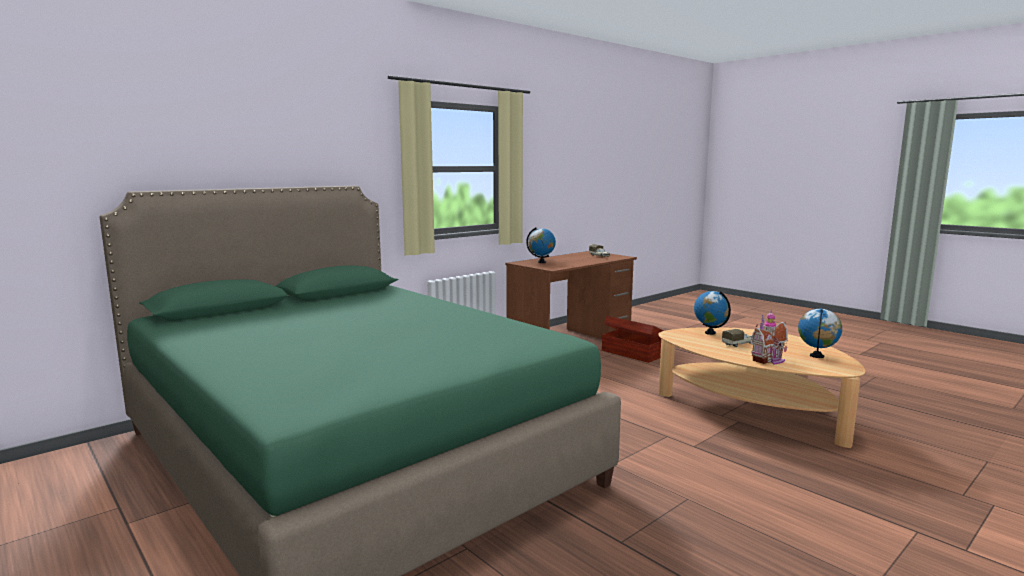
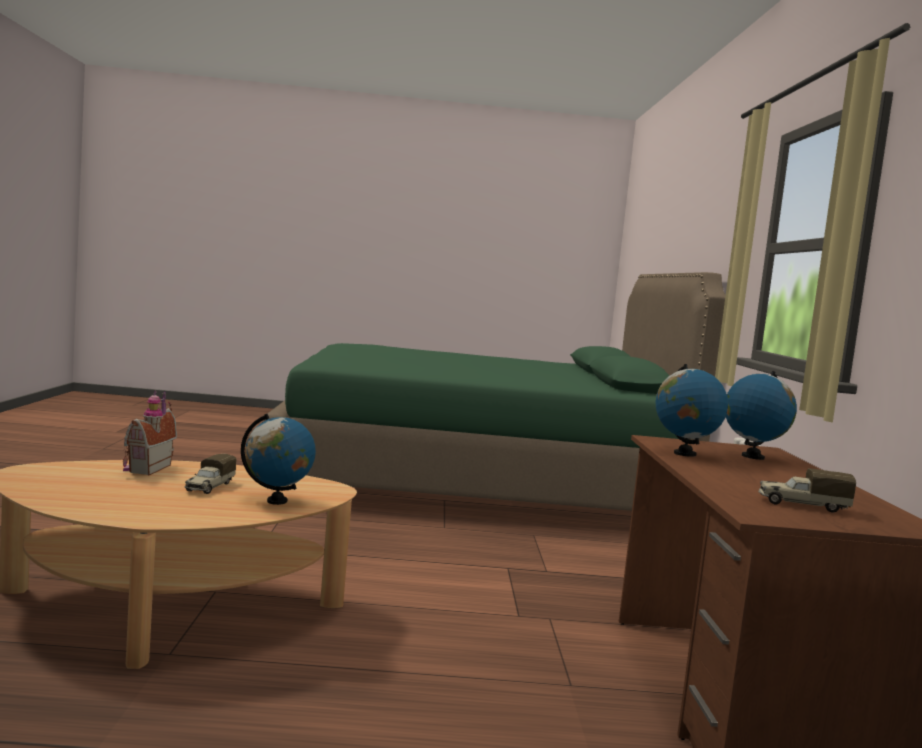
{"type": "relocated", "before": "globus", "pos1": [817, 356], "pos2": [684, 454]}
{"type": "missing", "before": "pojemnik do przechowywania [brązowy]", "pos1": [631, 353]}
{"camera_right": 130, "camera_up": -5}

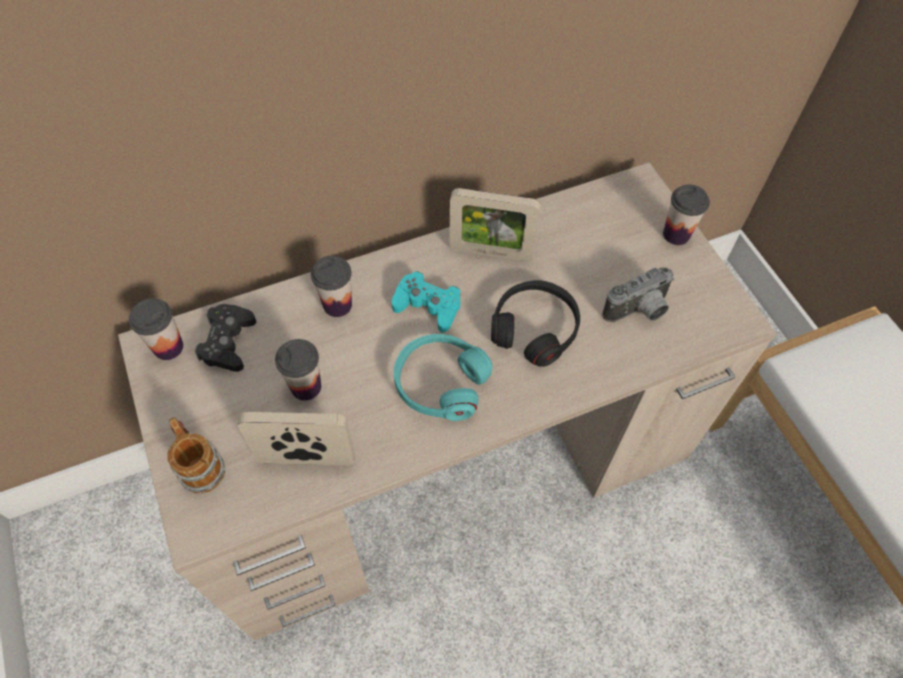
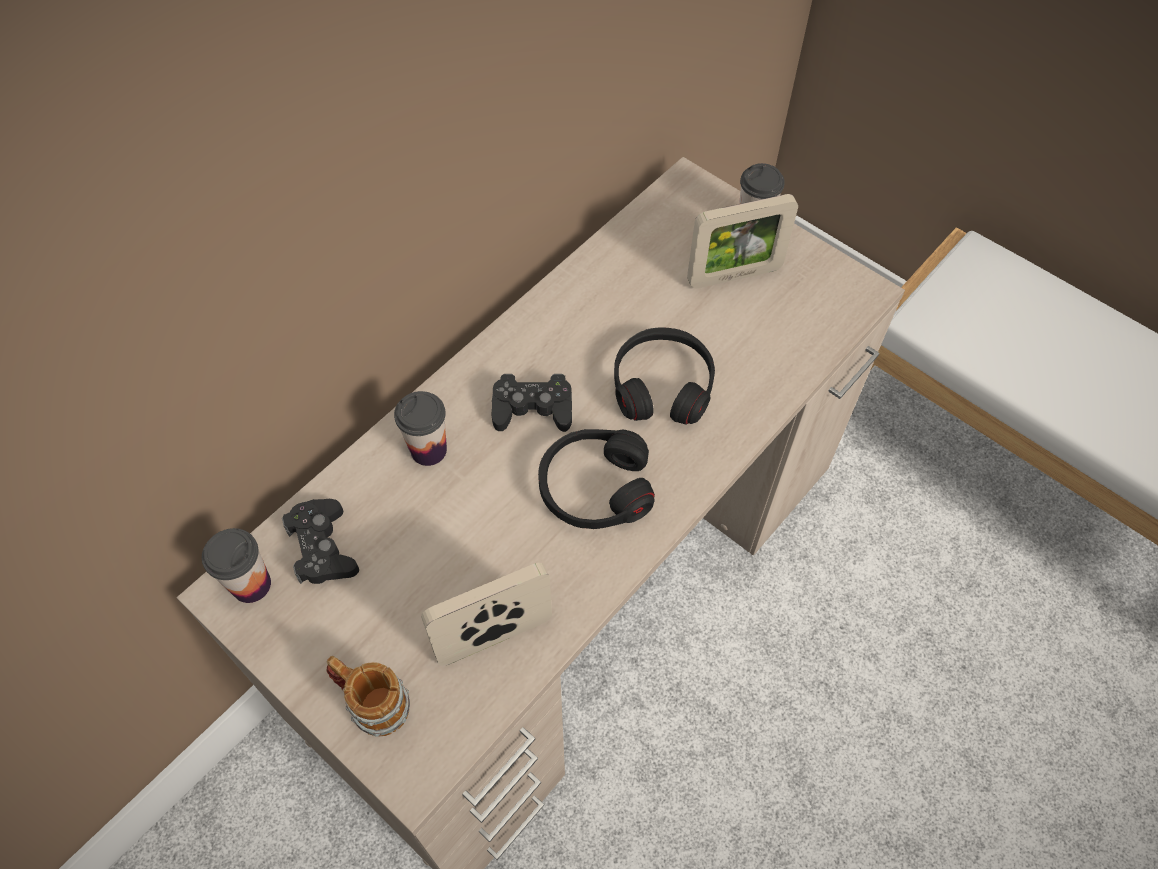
{"type": "colour", "before": "pad do gier [turkusowy]", "after": "pad do gier [czarny]", "pos1": [427, 306], "pos2": [532, 408]}
{"type": "colour", "before": "słuchawki [turkusowy]", "after": "słuchawki [czarny]", "pos1": [440, 383], "pos2": [595, 487]}
{"type": "relocated", "before": "ramka na zdjęcie", "pos1": [490, 252], "pos2": [734, 275]}
{"type": "missing", "before": "filiżanka", "pos1": [306, 386]}
{"type": "missing", "before": "aparat fotograficzny", "pos1": [639, 312]}
{"camera_right": -25, "camera_up": 0}

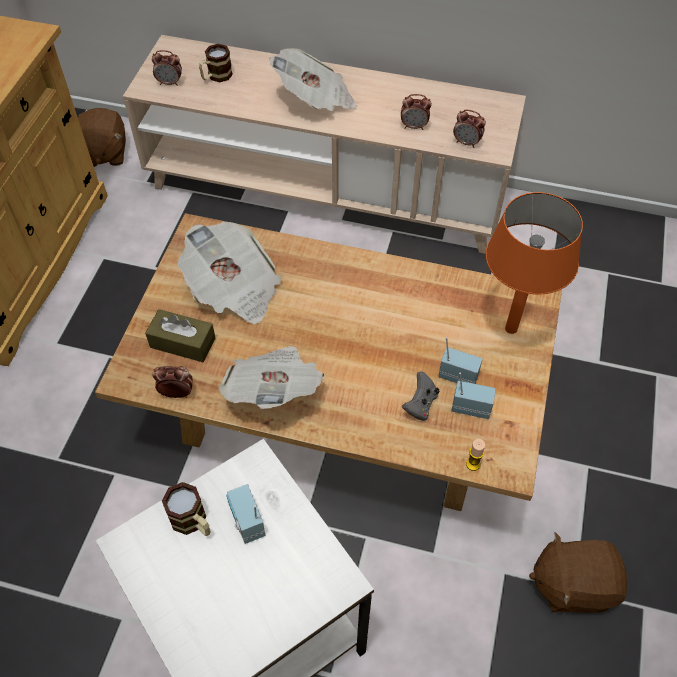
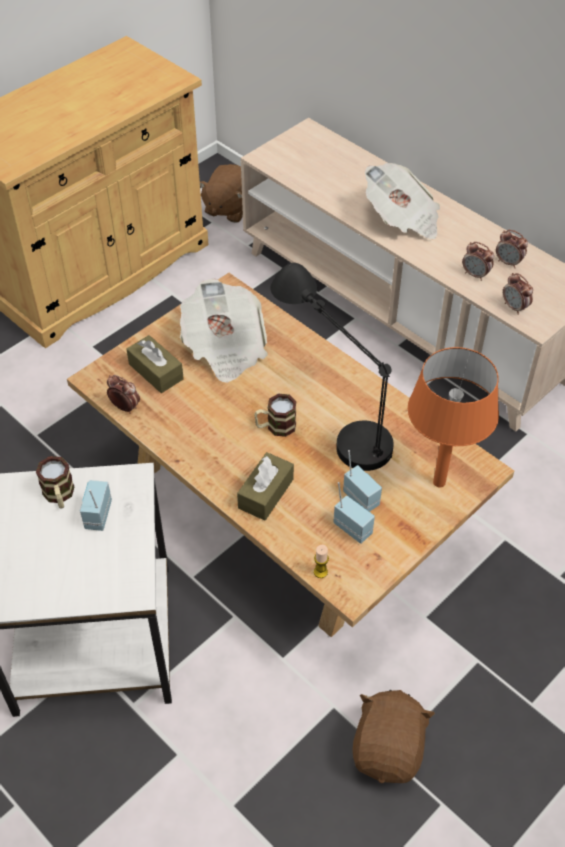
{"type": "appeared", "after": "pudełko chusteczek [brązowy]", "pos2": [266, 493]}
{"type": "relocated", "before": "kubek", "pos1": [216, 77], "pos2": [275, 427]}
{"type": "appeared", "after": "lampa stołowa [czarny]", "pos2": [333, 416]}
{"type": "spun", "before": "pluszak [brązowy]", "pos1": [573, 584], "pos2": [389, 749], "turn": 75}
{"type": "relocated", "before": "budzik", "pos1": [170, 83], "pos2": [508, 262]}
{"type": "missing", "before": "gazeta", "pos1": [274, 390]}
{"type": "missing", "before": "pad do gier [szary]", "pos1": [420, 404]}
{"camera_right": 30, "camera_up": -5}

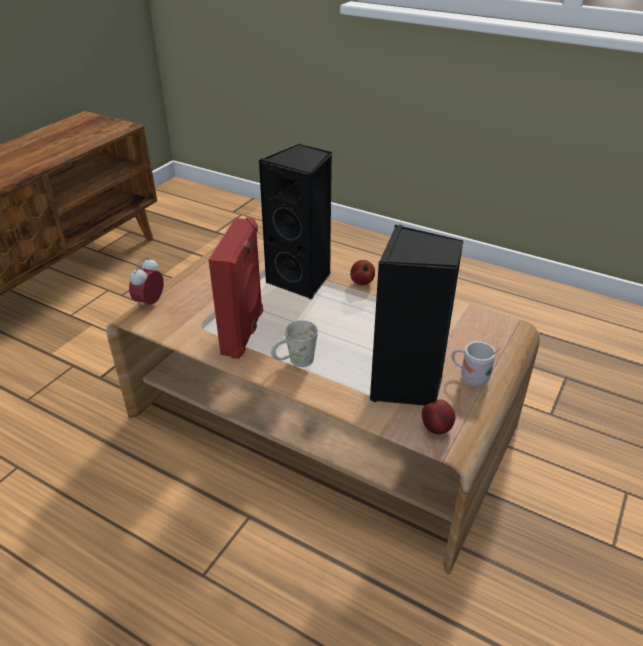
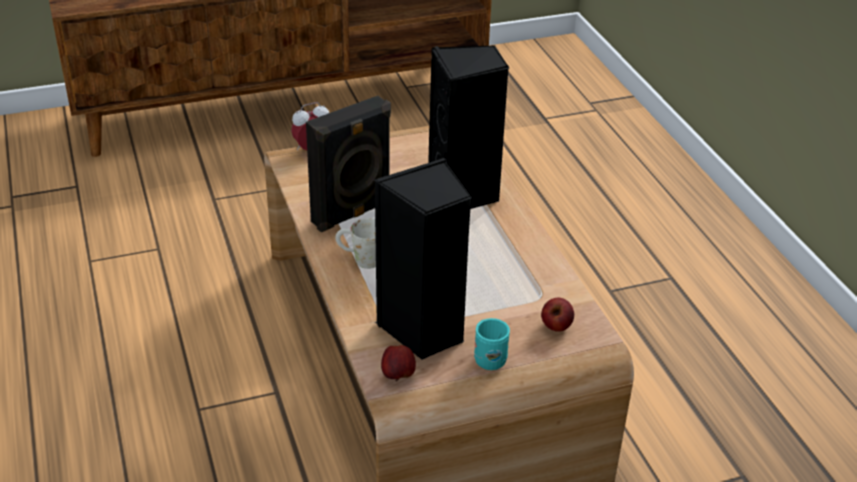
{"type": "colour", "before": "głośnik [czerwony]", "after": "głośnik [czarny]", "pos1": [244, 333], "pos2": [352, 214]}
{"type": "colour", "before": "kubek [biały]", "after": "kubek [turkusowy]", "pos1": [470, 377], "pos2": [488, 358]}
{"type": "relocated", "before": "jabłko", "pos1": [362, 282], "pos2": [556, 326]}
{"camera_right": 40, "camera_up": 0}

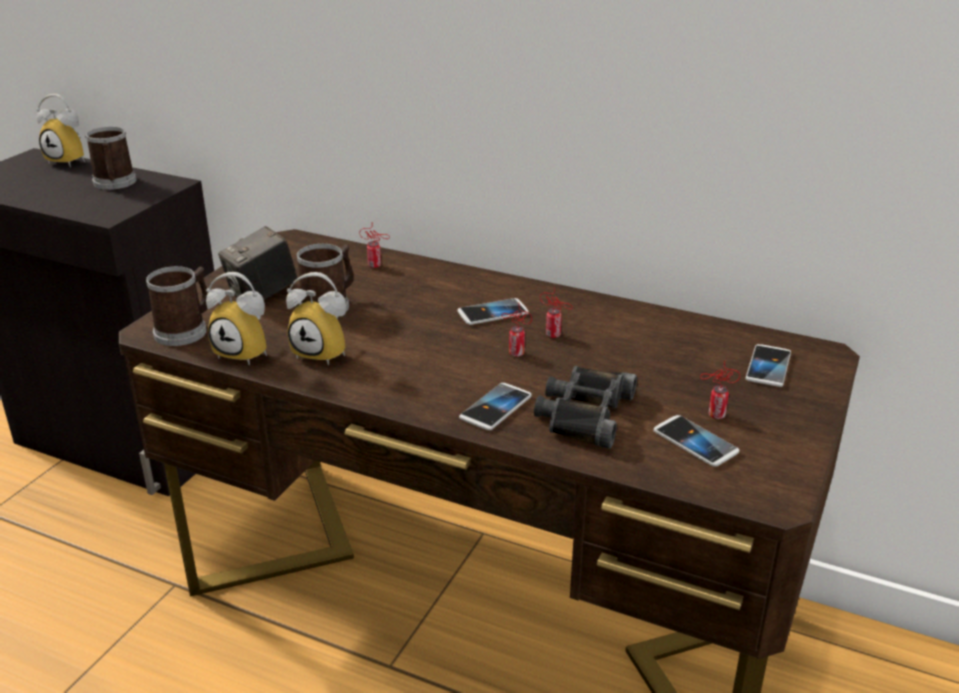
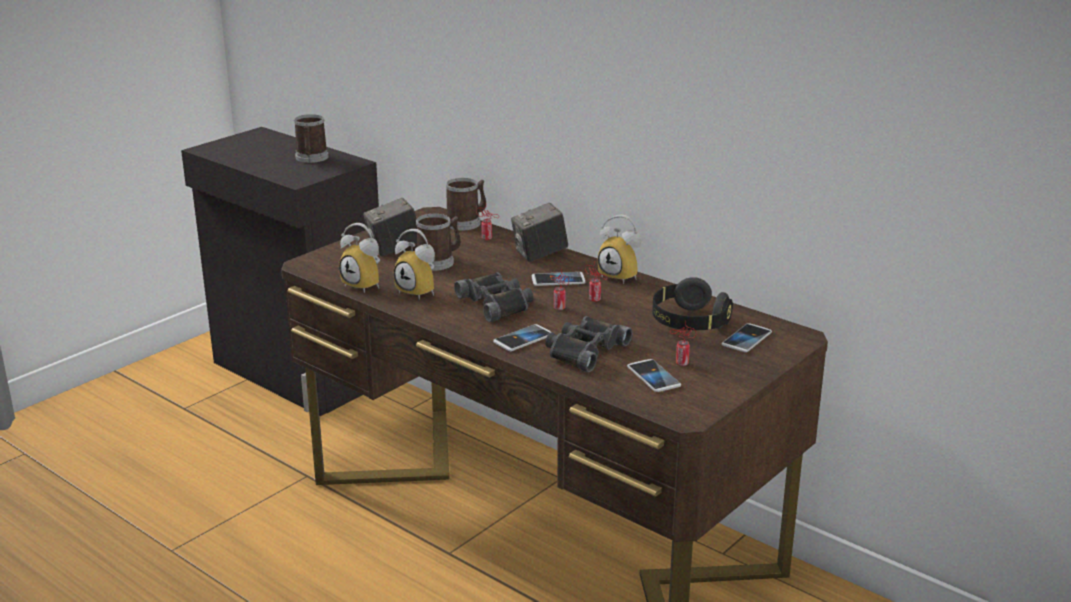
{"type": "relocated", "before": "kubek", "pos1": [185, 330], "pos2": [466, 222]}
{"type": "appeared", "after": "lornetka [czarny]", "pos2": [497, 303]}
{"type": "appeared", "after": "aparat fotograficzny", "pos2": [539, 255]}
{"type": "relocated", "before": "budzik", "pos1": [71, 160], "pos2": [622, 276]}
{"type": "appeared", "after": "słuchawki [czarny]", "pos2": [689, 323]}
{"camera_right": 15, "camera_up": -5}

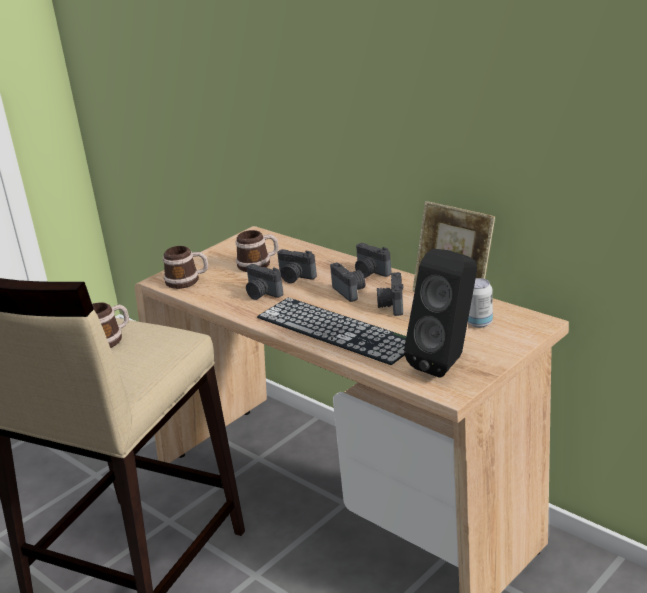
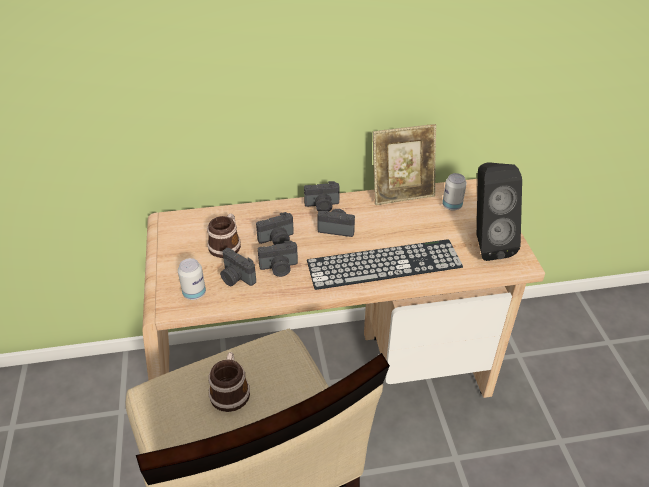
{"type": "exchanged", "before": "kubek", "after": "puszka", "pos1": [187, 280], "pos2": [194, 293]}
{"type": "relocated", "before": "aparat fotograficzny", "pos1": [391, 305], "pos2": [236, 278]}
{"camera_right": -55, "camera_up": 15}

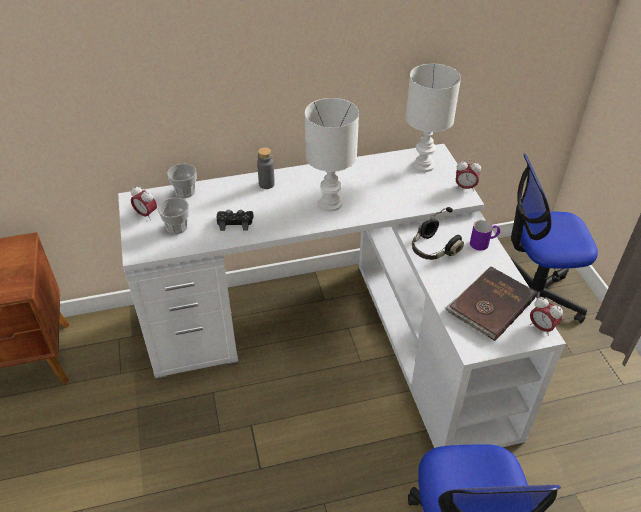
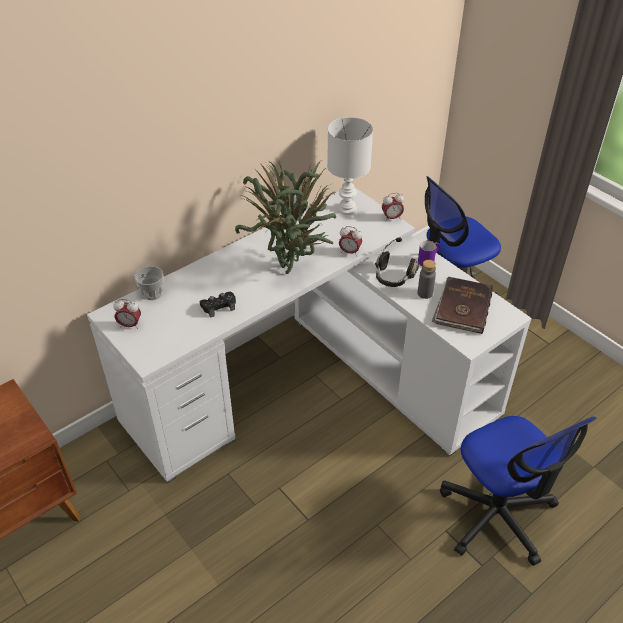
{"type": "exchanged", "before": "lampa stołowa [biały]", "after": "roślina doniczkowa", "pos1": [331, 203], "pos2": [291, 264]}
{"type": "relocated", "before": "budzik", "pos1": [541, 327], "pos2": [349, 252]}
{"type": "relocated", "before": "butelka [szary]", "pos1": [266, 184], "pos2": [425, 293]}
{"type": "missing", "before": "filiżanka", "pos1": [177, 227]}
{"camera_right": -25, "camera_up": 0}

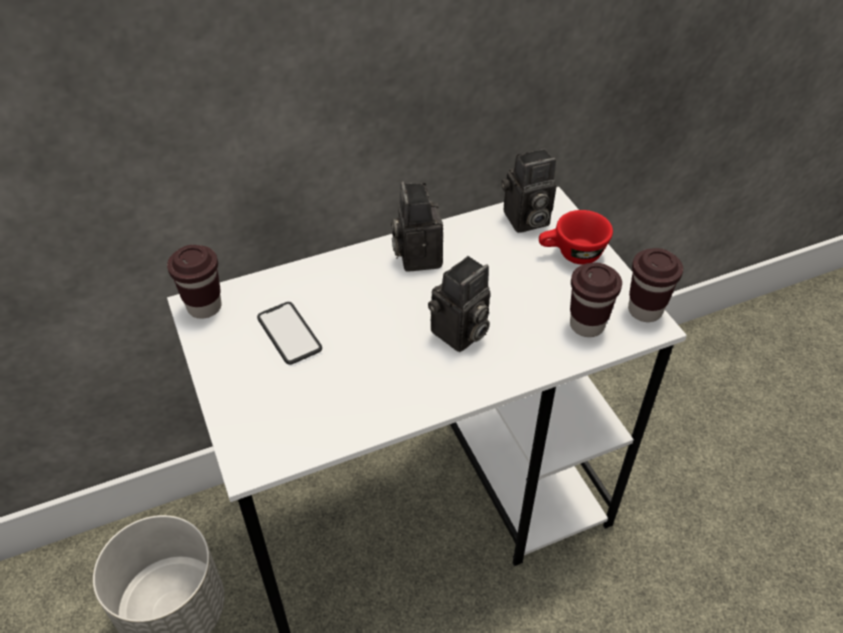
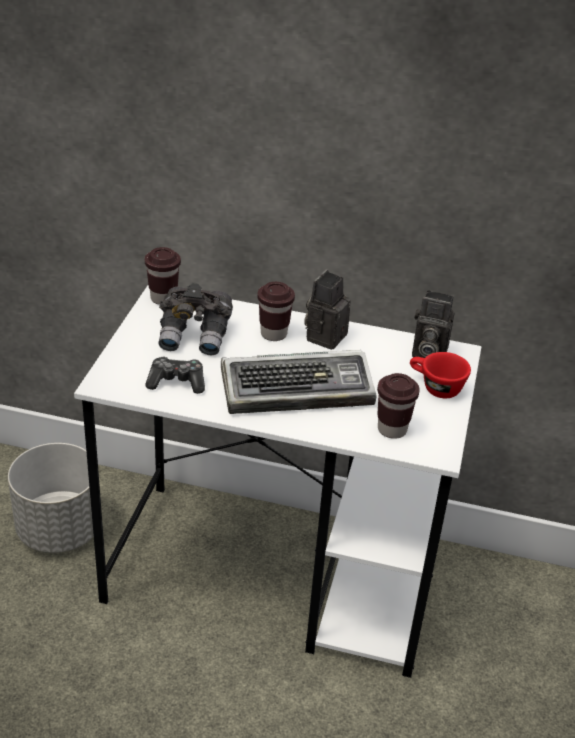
{"type": "appeared", "after": "pad do gier", "pos2": [177, 382]}
{"type": "exchanged", "before": "telefon", "after": "lornetka [szary]", "pos1": [289, 333], "pos2": [195, 336]}
{"type": "exchanged", "before": "aparat fotograficzny", "after": "klawiatura", "pos1": [459, 334], "pos2": [298, 390]}
{"type": "relocated", "before": "filiżanka [brązowy]", "pos1": [645, 310], "pos2": [273, 334]}
{"camera_right": 35, "camera_up": -10}

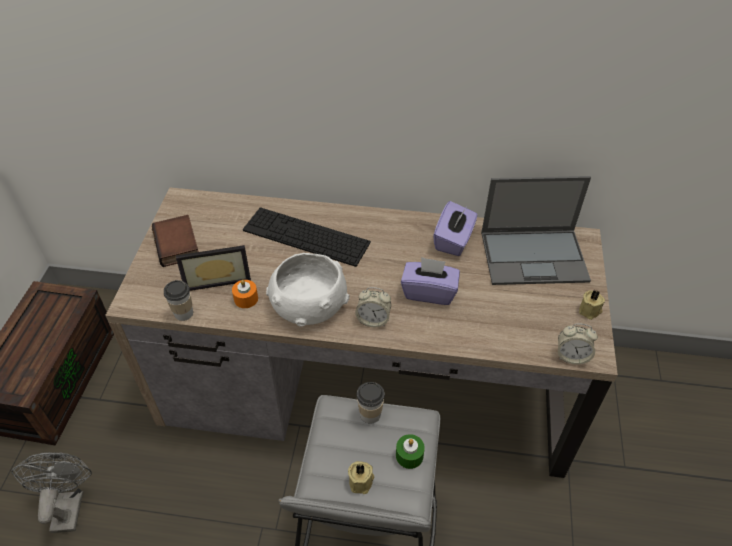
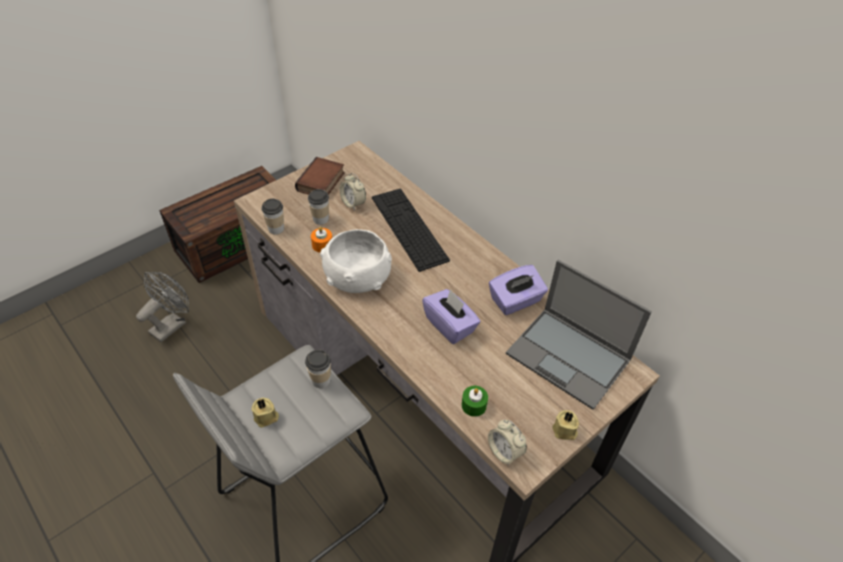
{"type": "exchanged", "before": "ramka na zdjęcie", "after": "filiżanka", "pos1": [217, 277], "pos2": [320, 219]}
{"type": "relocated", "before": "budzik", "pos1": [373, 320], "pos2": [353, 203]}
{"type": "relocated", "before": "świeca [zielony]", "pos1": [409, 455], "pos2": [474, 405]}
{"camera_right": 40, "camera_up": 0}

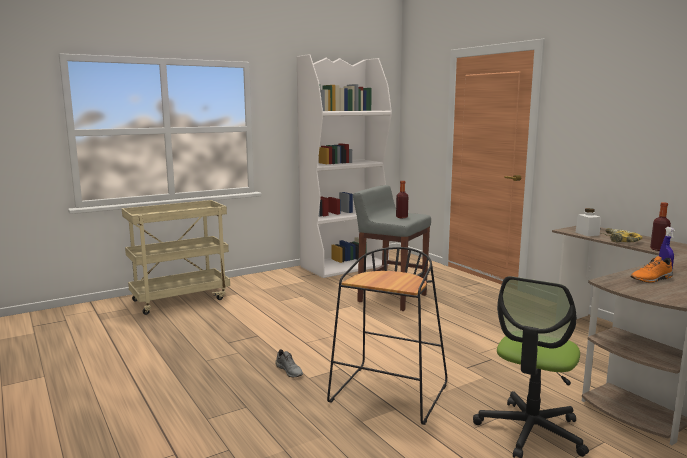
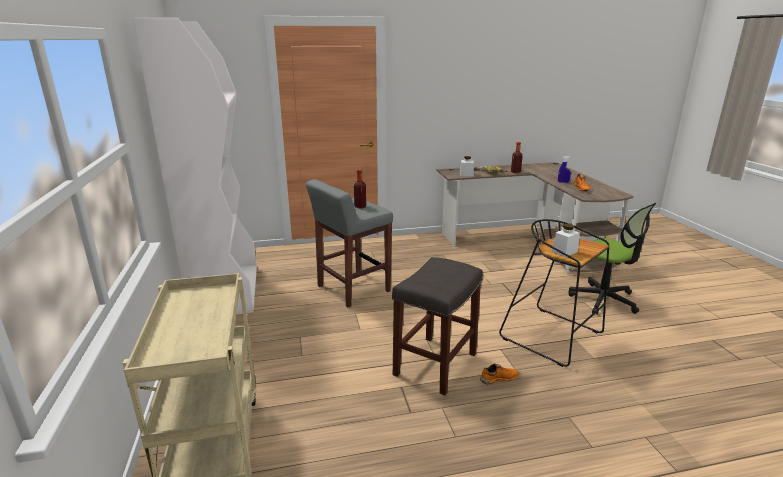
{"type": "appeared", "after": "stołek [szary]", "pos2": [435, 363]}
{"type": "colour", "before": "but [szary]", "after": "but [pomarańczowy]", "pos1": [289, 371], "pos2": [498, 378]}
{"type": "appeared", "after": "słoik [biały]", "pos2": [564, 252]}
{"camera_right": -70, "camera_up": 10}

